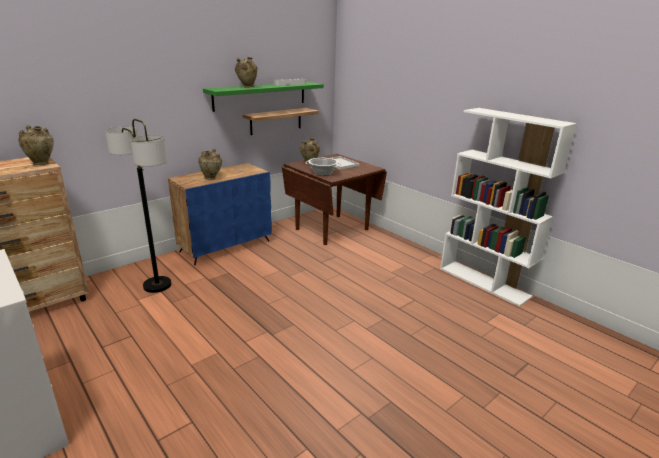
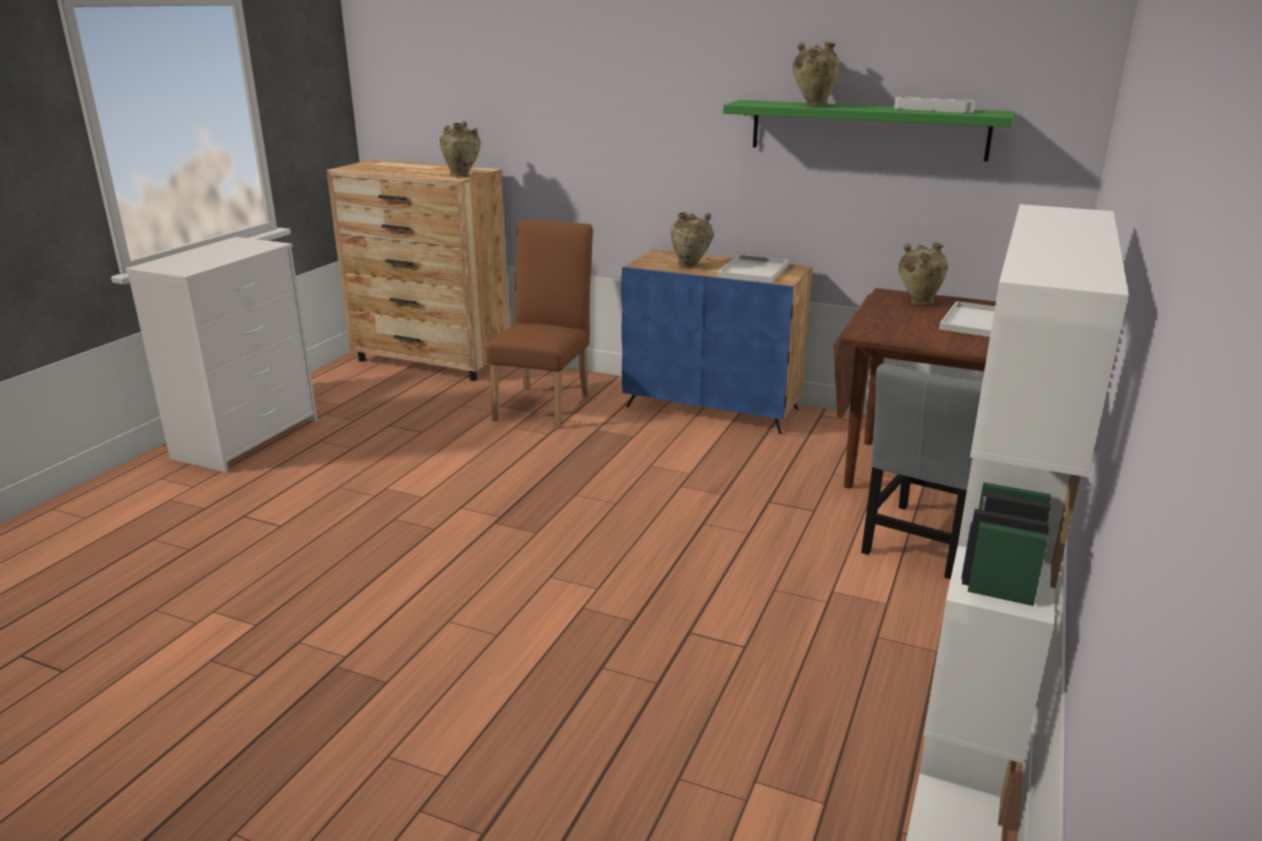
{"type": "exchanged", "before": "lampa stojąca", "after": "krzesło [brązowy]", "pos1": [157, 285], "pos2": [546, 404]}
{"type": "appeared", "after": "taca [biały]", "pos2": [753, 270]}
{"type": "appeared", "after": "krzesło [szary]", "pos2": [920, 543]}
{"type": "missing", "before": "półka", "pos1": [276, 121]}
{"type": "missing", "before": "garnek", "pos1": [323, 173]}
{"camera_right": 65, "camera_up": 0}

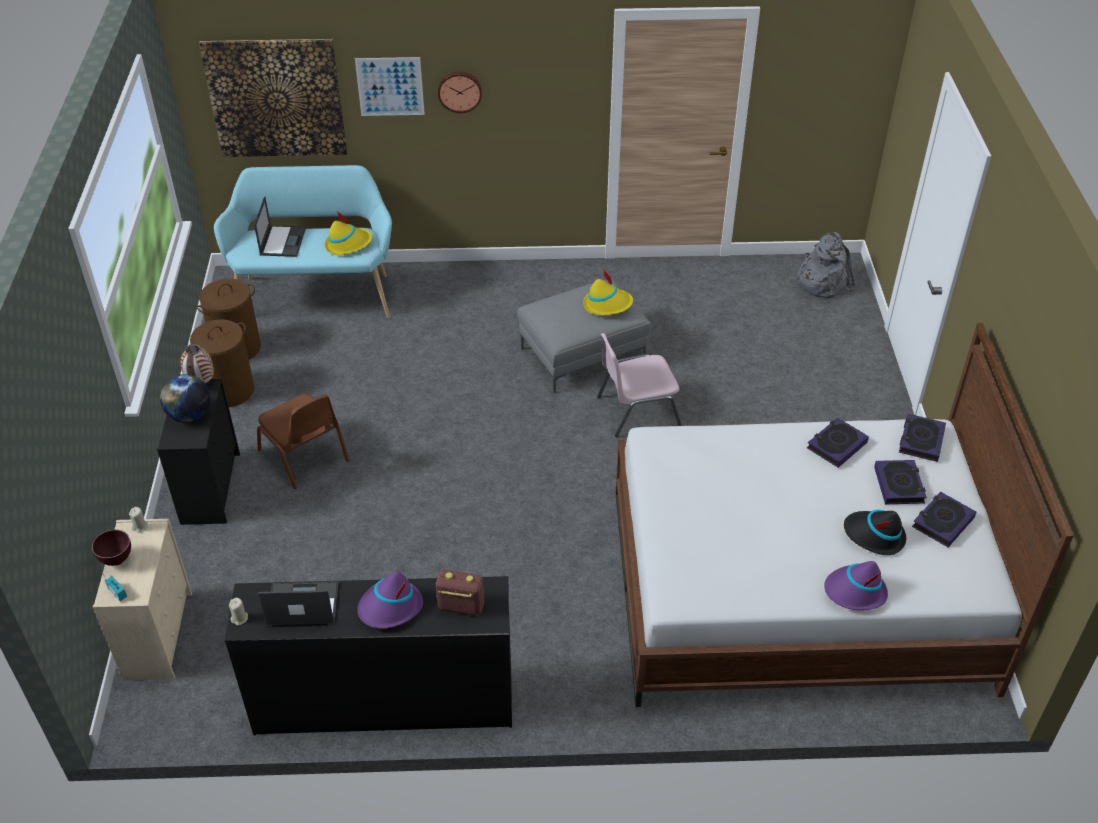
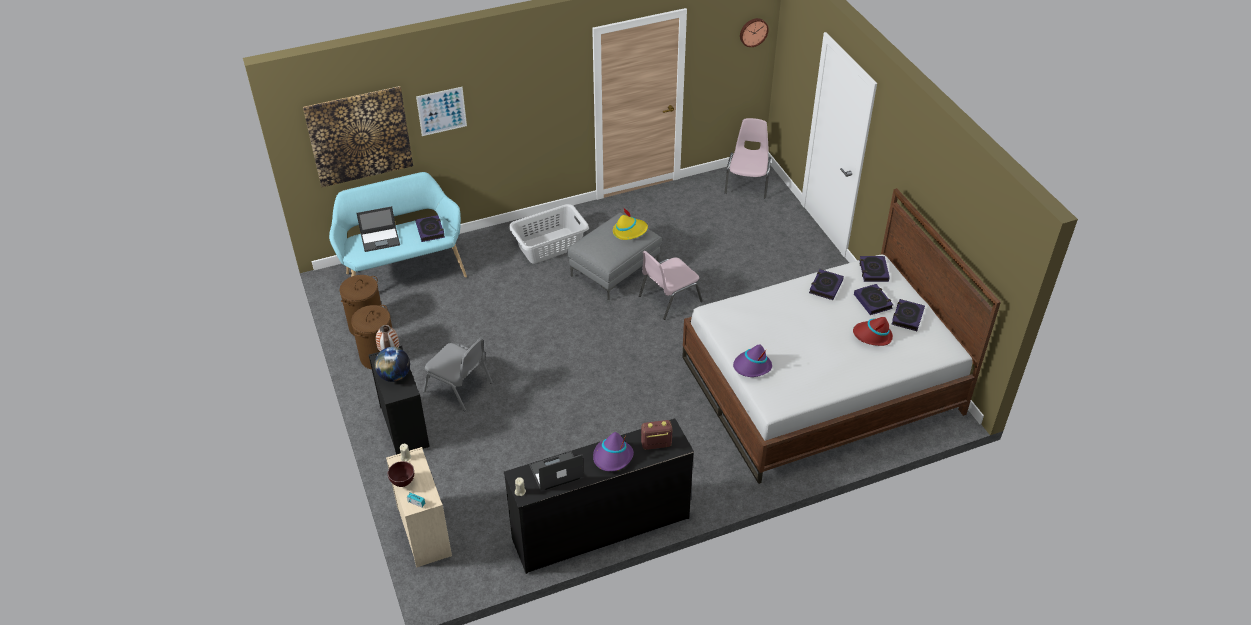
{"type": "spun", "before": "laptop", "pos1": [282, 241], "pos2": [381, 239], "turn": 90}
{"type": "exchanged", "before": "kapelusz [żółty]", "after": "książka", "pos1": [348, 244], "pos2": [430, 230]}
{"type": "colour", "before": "krzesło [brązowy]", "after": "krzesło [szary]", "pos1": [304, 456], "pos2": [459, 387]}
{"type": "appeared", "after": "kosz na pranie [szary]", "pos2": [549, 245]}
{"type": "exchanged", "before": "plecak [szary]", "after": "krzesło [różowy]", "pos1": [821, 281], "pos2": [748, 182]}
{"type": "relocated", "before": "kapelusz [fioletowy]", "pos1": [855, 592], "pos2": [752, 366]}
{"type": "relocated", "before": "zegar ścienny", "pos1": [459, 91], "pos2": [753, 32]}
{"type": "colour", "before": "kapelusz [czarny]", "after": "kapelusz [czerwony]", "pos1": [874, 536], "pos2": [872, 335]}
{"camera_right": -20, "camera_up": 0}

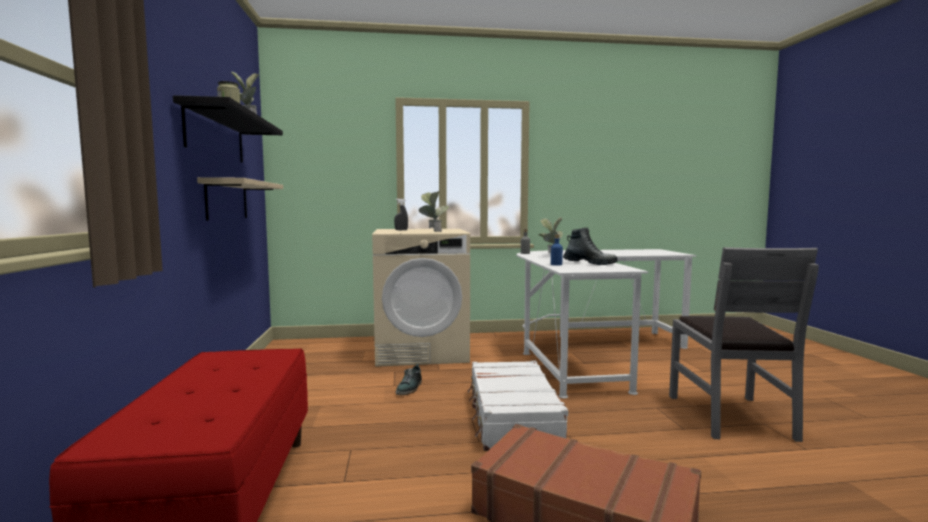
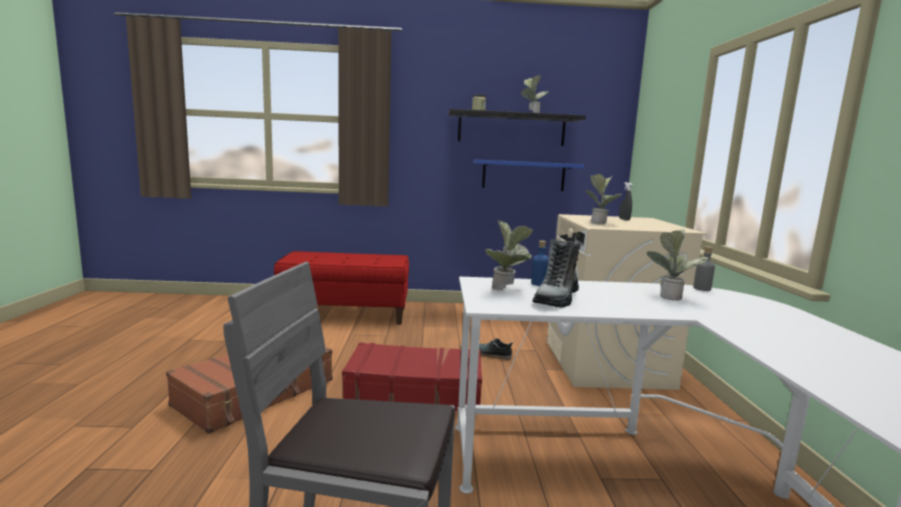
{"type": "colour", "before": "walizka [biały]", "after": "walizka [czerwony]", "pos1": [512, 417], "pos2": [414, 390]}
{"type": "colour", "before": "półka [beżowy]", "after": "półka [niebieski]", "pos1": [227, 200], "pos2": [523, 175]}
{"type": "appeared", "after": "roślina doniczkowa", "pos2": [507, 290]}
{"camera_right": 95, "camera_up": 5}

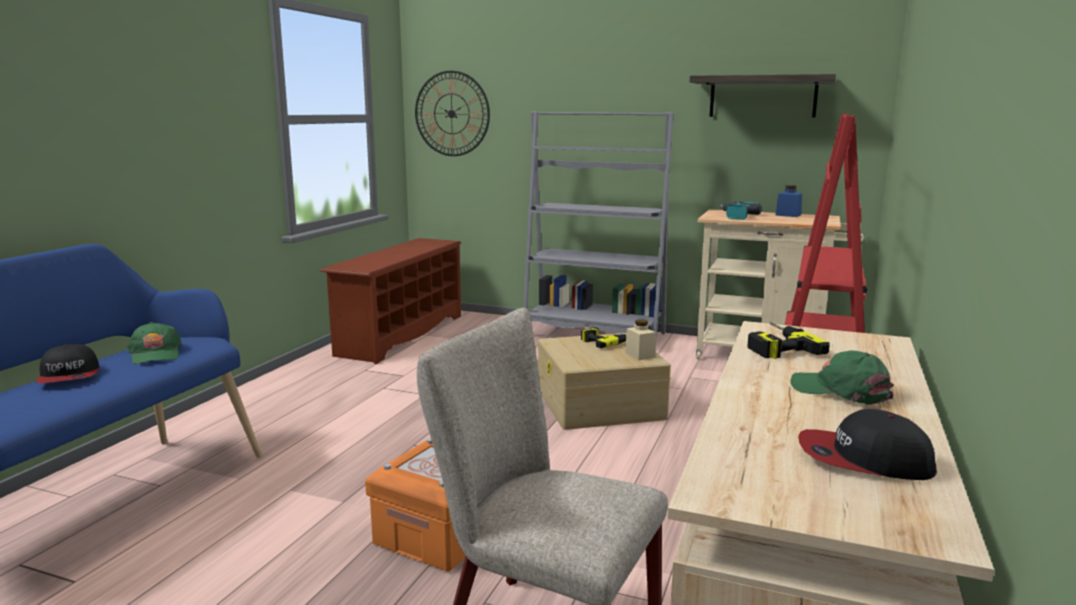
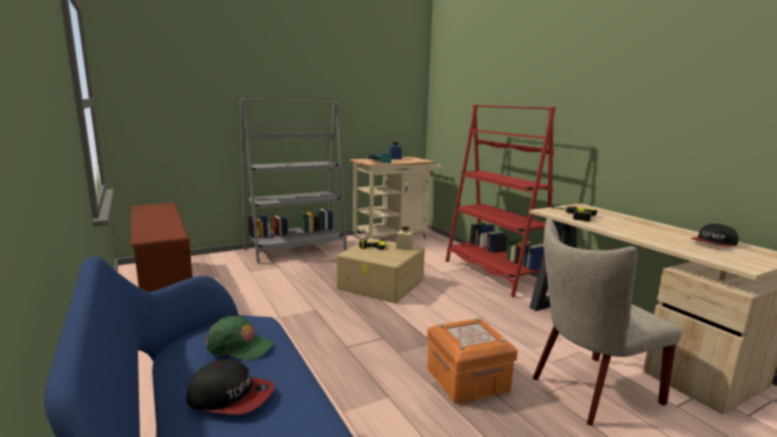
{"type": "missing", "before": "zegar ścienny", "pos1": [452, 113]}
{"type": "missing", "before": "półka", "pos1": [762, 97]}
{"type": "missing", "before": "czapka z daszkiem [zielony]", "pos1": [841, 391]}
{"camera_right": -50, "camera_up": 0}

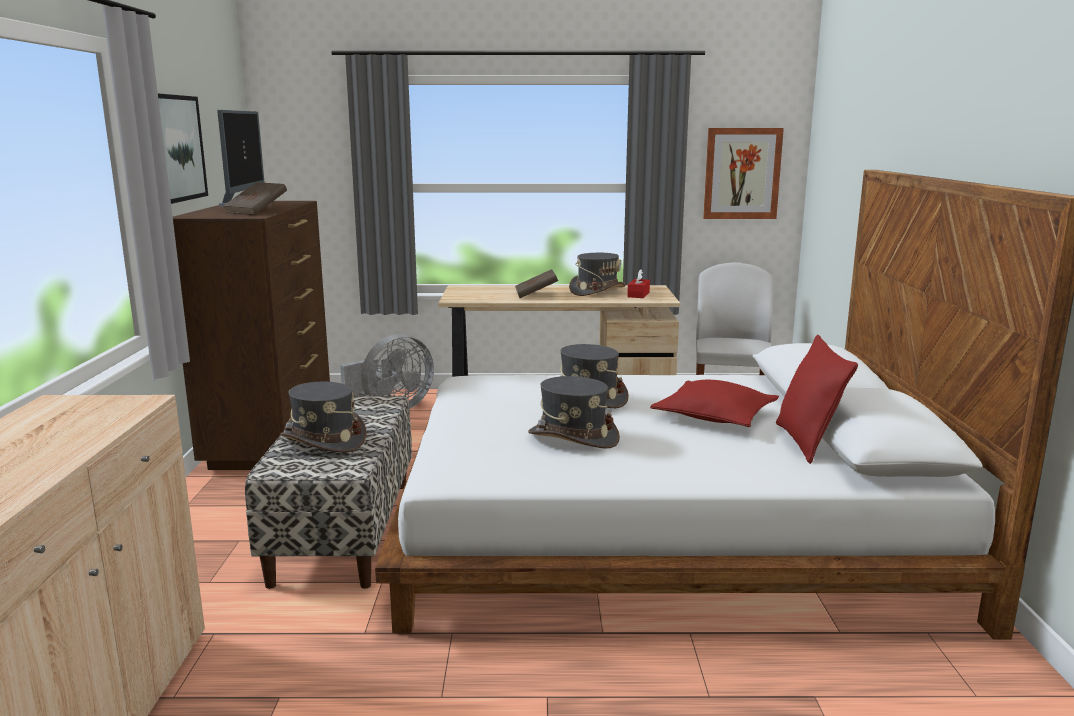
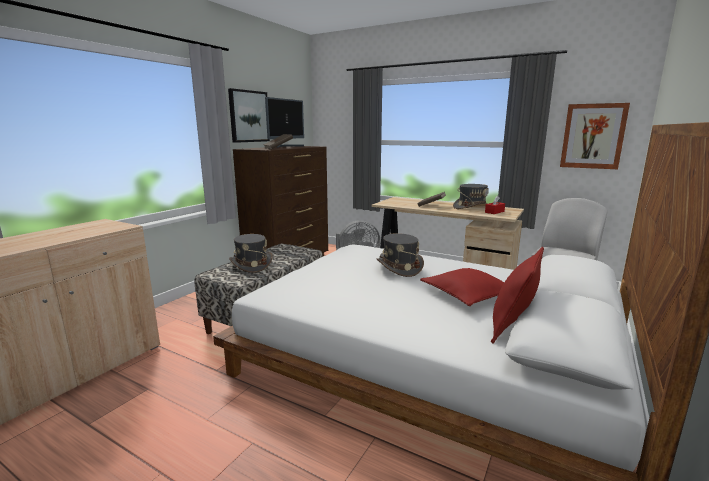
{"type": "missing", "before": "kapelusz [szary]", "pos1": [573, 437]}
{"camera_right": 30, "camera_up": 0}

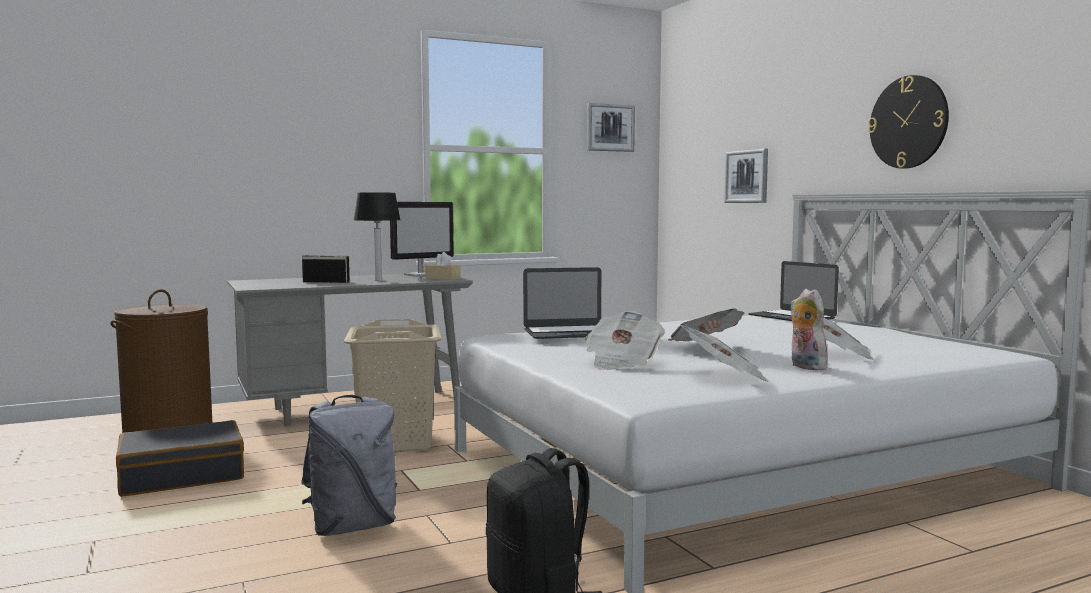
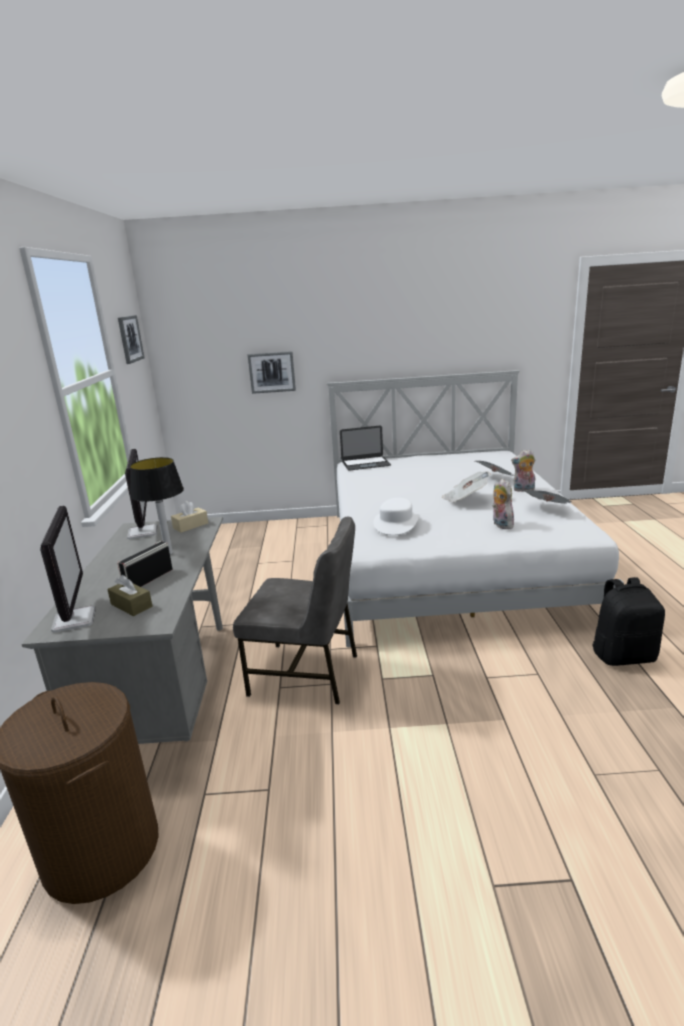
{"type": "appeared", "after": "monitor", "pos2": [74, 619]}
{"type": "appeared", "after": "pudełko chusteczek [brązowy]", "pos2": [131, 605]}
{"type": "exchanged", "before": "kosz na pranie [beżowy]", "after": "krzesło [szary]", "pos1": [395, 443], "pos2": [306, 674]}
{"type": "exchanged", "before": "laptop", "after": "kapelusz [biały]", "pos1": [568, 333], "pos2": [396, 523]}
{"type": "exchanged", "before": "gazeta", "after": "pluszak", "pos1": [622, 363], "pos2": [500, 525]}
{"type": "missing", "before": "walizka [czarny]", "pos1": [182, 475]}
{"type": "missing", "before": "plecak [szary]", "pos1": [352, 526]}
{"type": "missing", "before": "zegar ścienny", "pos1": [908, 122]}
{"camera_right": -65, "camera_up": 15}

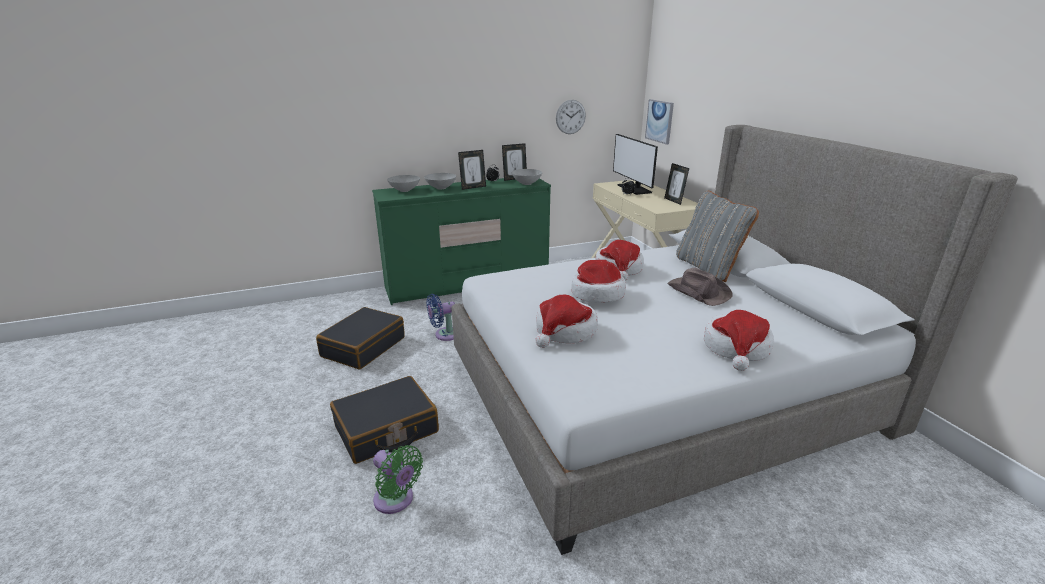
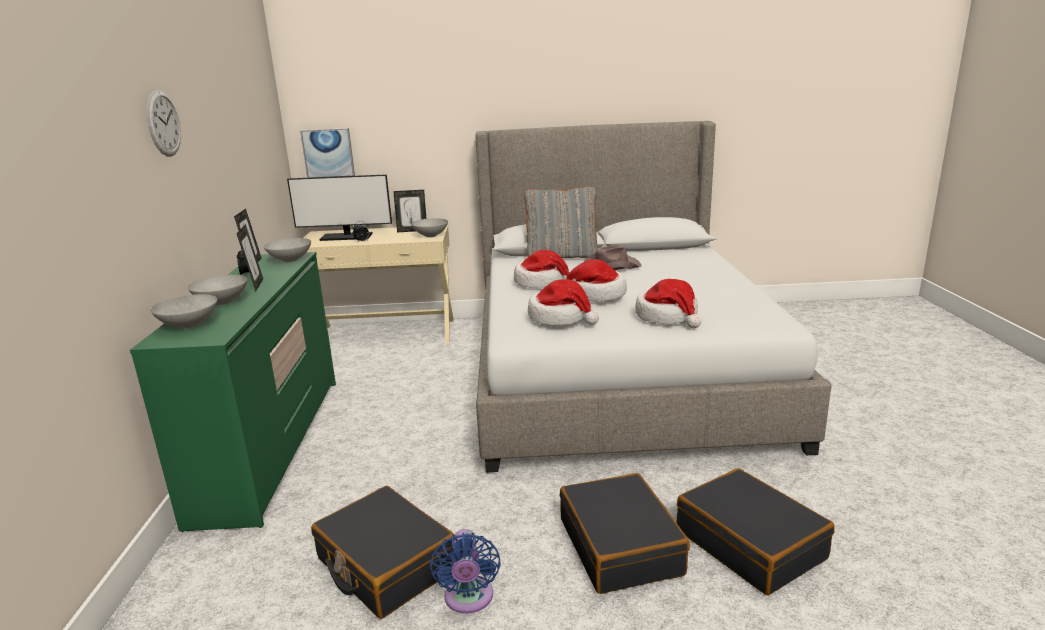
{"type": "relocated", "before": "zegar ścienny", "pos1": [570, 117], "pos2": [163, 123]}
{"type": "appeared", "after": "miska [szary]", "pos2": [431, 236]}
{"type": "relocated", "before": "wentylator [niebieski]", "pos1": [444, 335], "pos2": [469, 599]}
{"type": "relocated", "before": "kapelusz", "pos1": [736, 348], "pos2": [560, 317]}
{"type": "exchanged", "before": "wentylator [zielony]", "after": "walizka [czarny]", "pos1": [396, 500], "pos2": [750, 544]}
{"camera_right": -70, "camera_up": -5}

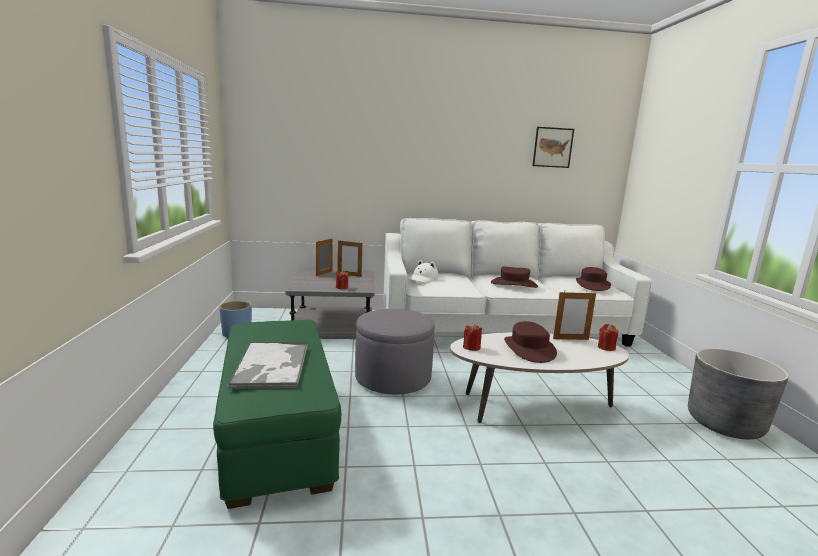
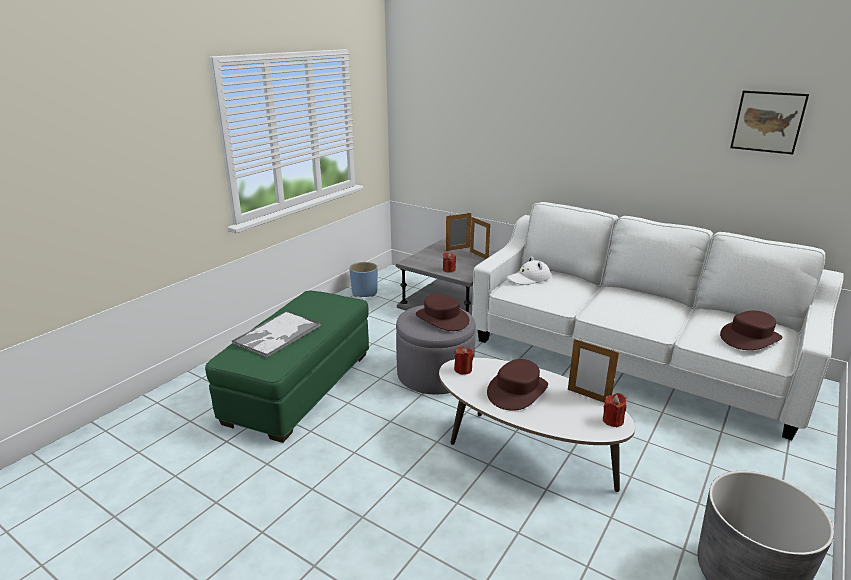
{"type": "relocated", "before": "kapelusz [brązowy]", "pos1": [514, 284], "pos2": [441, 319]}
{"camera_right": 40, "camera_up": 10}

